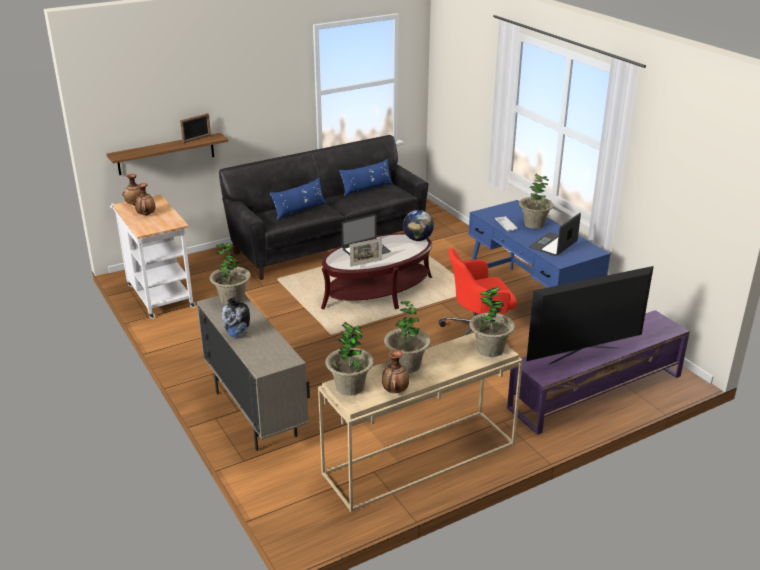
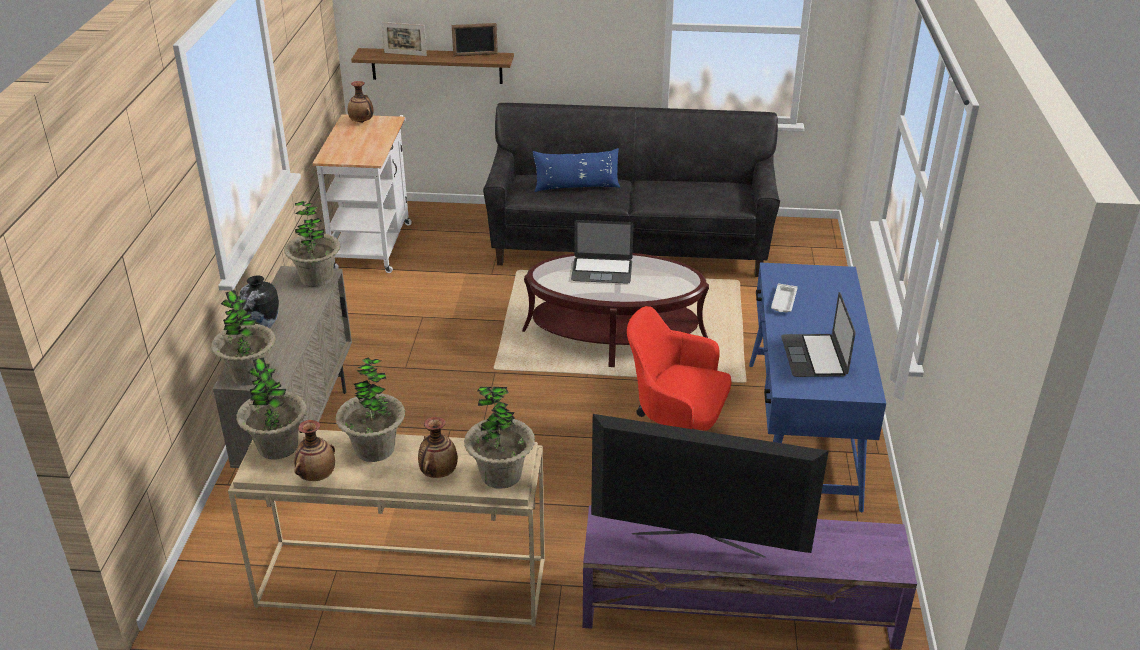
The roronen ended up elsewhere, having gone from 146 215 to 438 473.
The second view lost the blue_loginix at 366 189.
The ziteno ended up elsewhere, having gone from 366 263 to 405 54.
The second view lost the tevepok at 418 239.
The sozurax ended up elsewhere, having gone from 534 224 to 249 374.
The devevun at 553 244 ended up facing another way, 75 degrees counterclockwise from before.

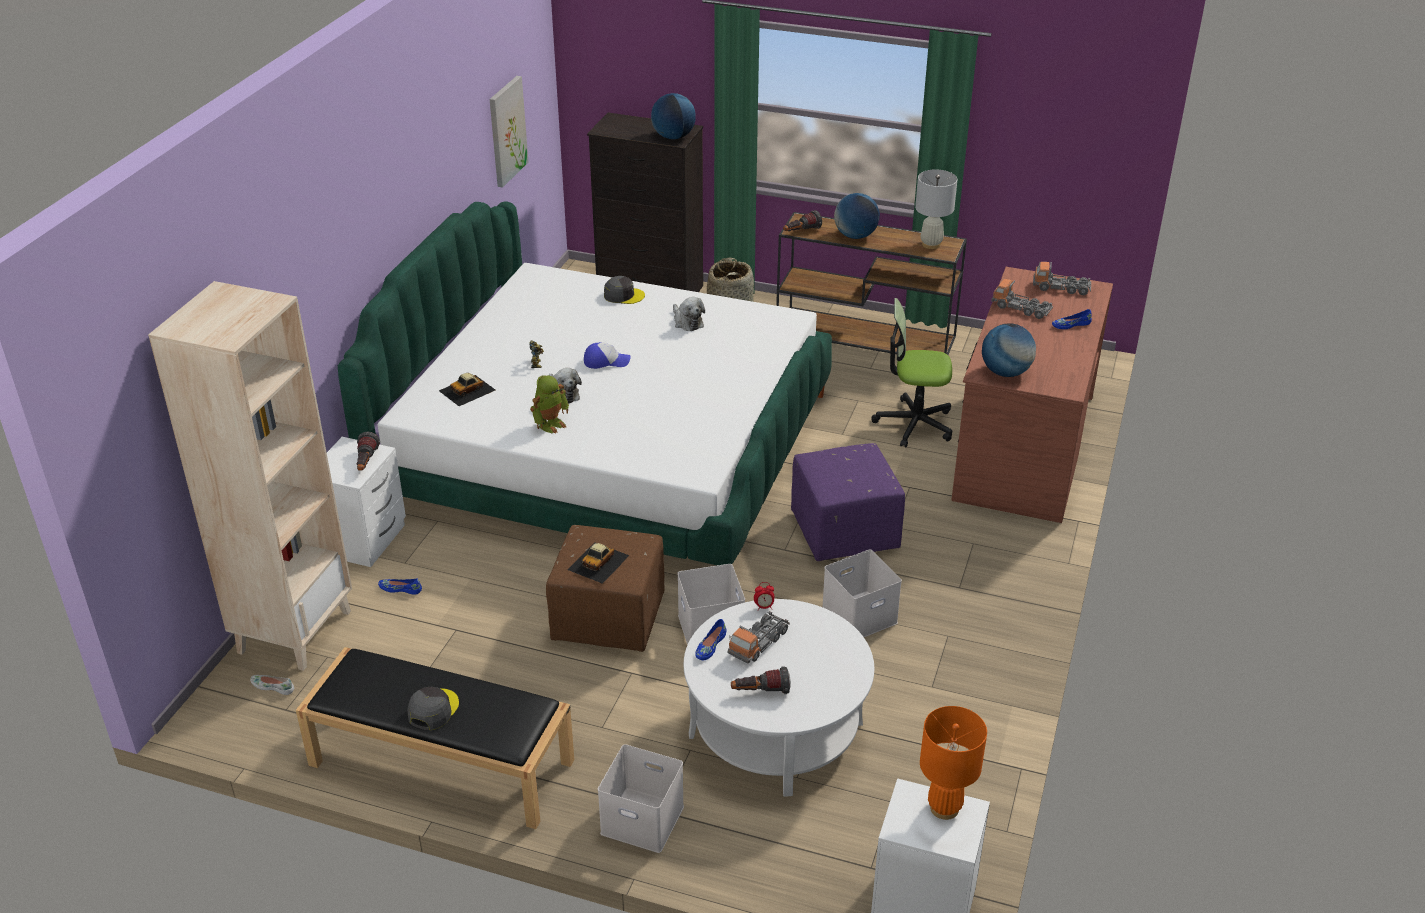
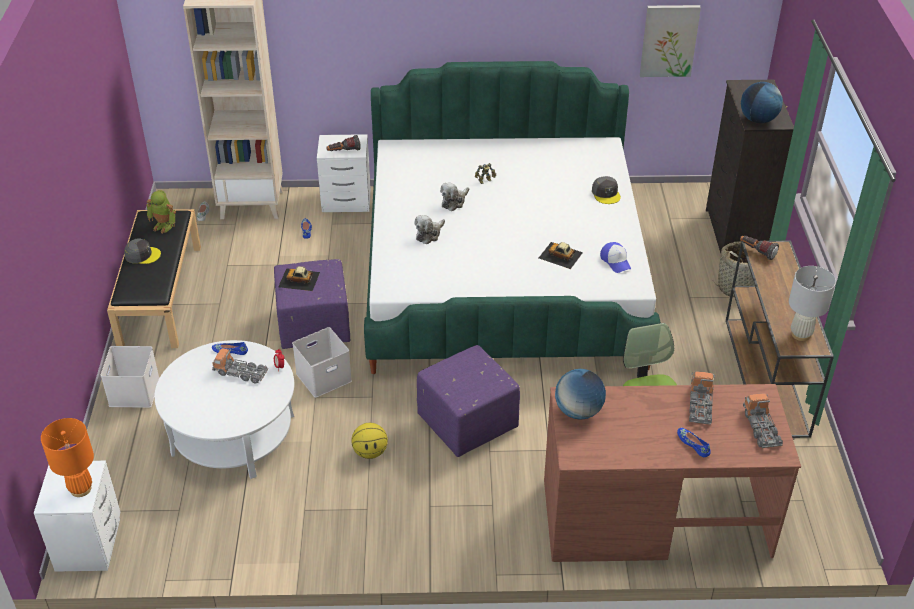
The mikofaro ended up elsewhere, having gone from 467 390 to 560 255.
The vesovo ended up elsewhere, having gone from 550 424 to 164 226.
What was the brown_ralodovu at 610 618 turned into the purple_ralodovu at 314 327.
The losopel ended up elsewhere, having gone from 606 361 to 615 261.
The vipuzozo ended up elsewhere, having gone from 687 322 to 429 234.
The second view lost the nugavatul at 760 692.
Where the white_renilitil stood at 859 615, the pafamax came to stand at 370 452.
The second view lost the tevepok at 855 236.

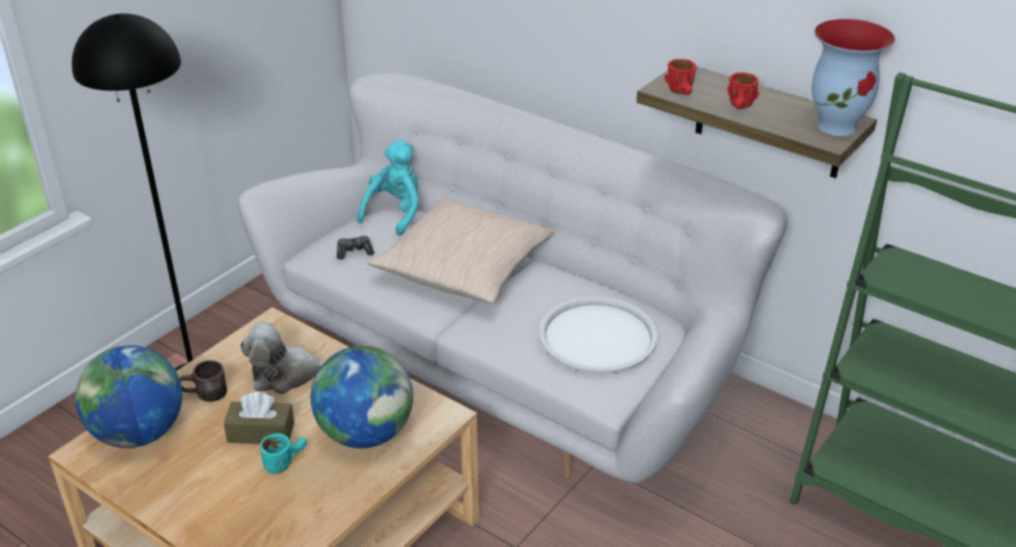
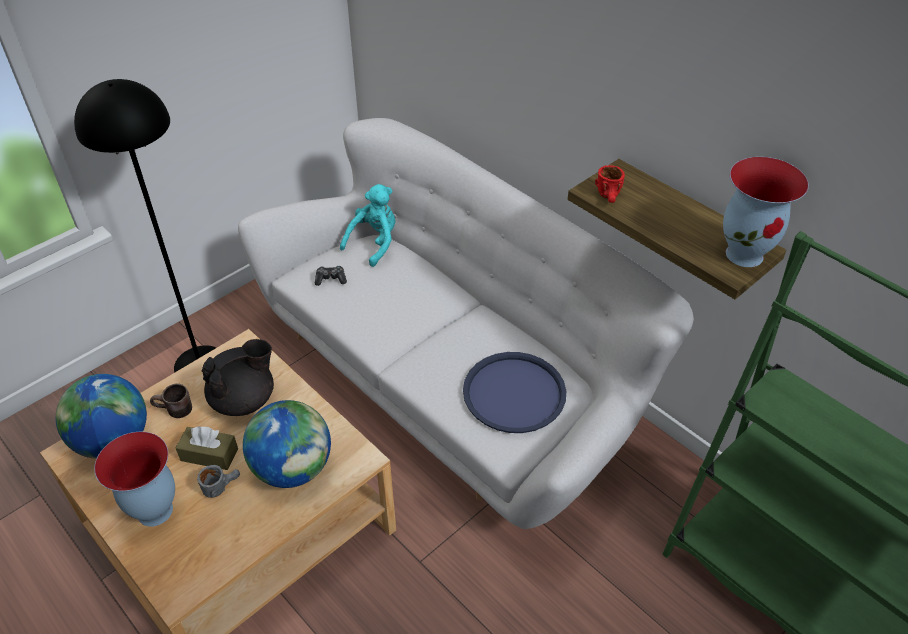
Where the vipuzozo stood at 288 375, the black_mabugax came to stand at 244 400.
What was the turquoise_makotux at 285 461 turned into the grey_makotux at 221 485.
The second view lost the beige_loginix at 464 267.
What was the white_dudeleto at 597 336 turned into the blue_dudeleto at 514 393.
The second view lost the red_makotux at 741 108.
The second view gained the roronen at 153 511.

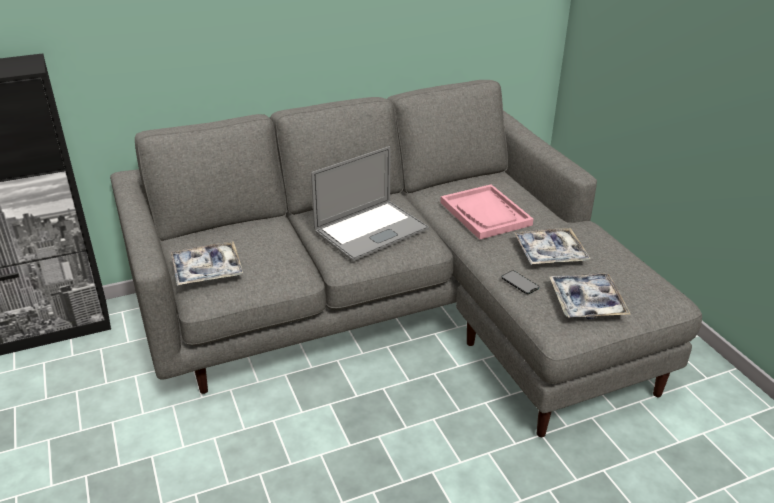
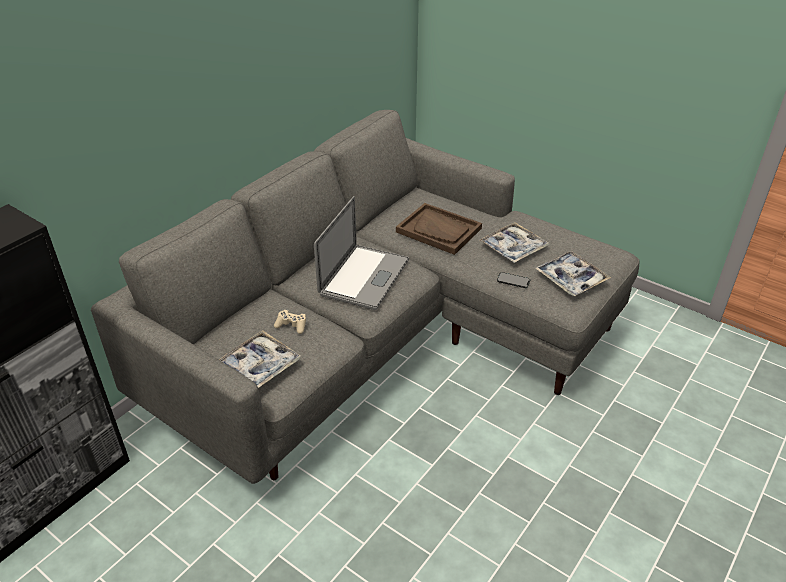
What was the pink_dudeleto at 485 214 turned into the brown_dudeleto at 439 230.
The second view gained the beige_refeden at 291 325.

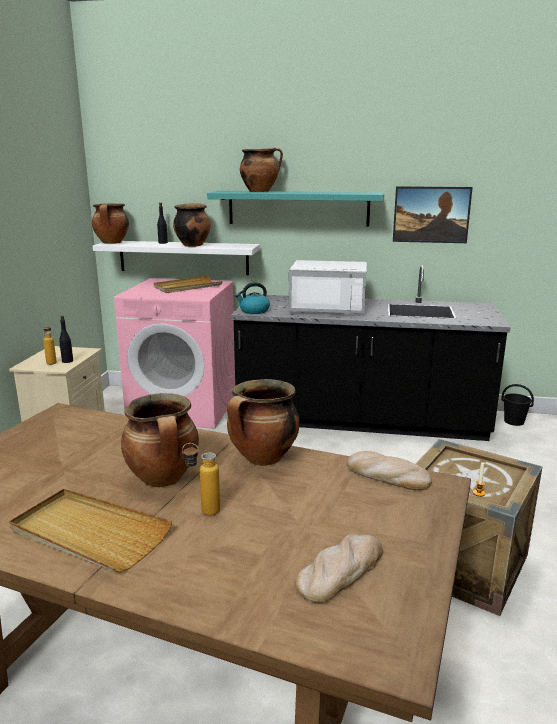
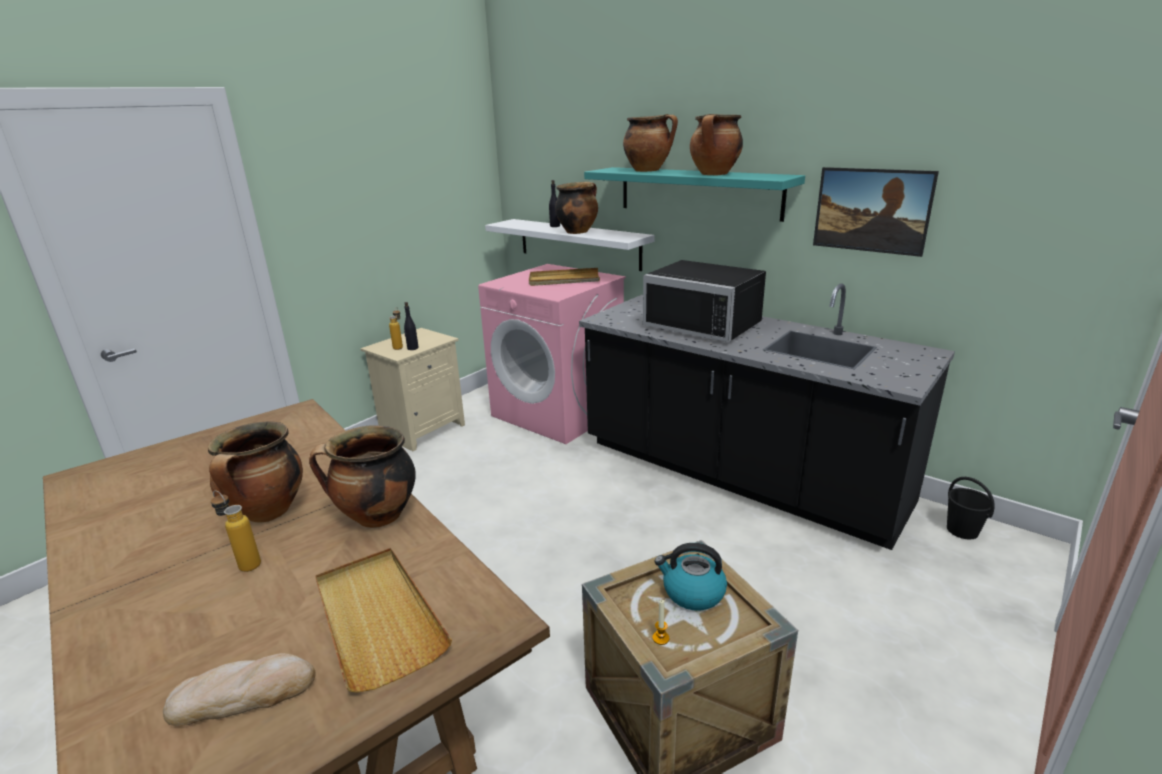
The beige_dudeleto ended up elsewhere, having gone from 89 533 to 377 618.
The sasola ended up elsewhere, having gone from 112 243 to 714 174.
The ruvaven ended up elsewhere, having gone from 254 311 to 692 593.
What was the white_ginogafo at 329 306 turned into the black_ginogafo at 706 324.
The second view lost the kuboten at 387 475.

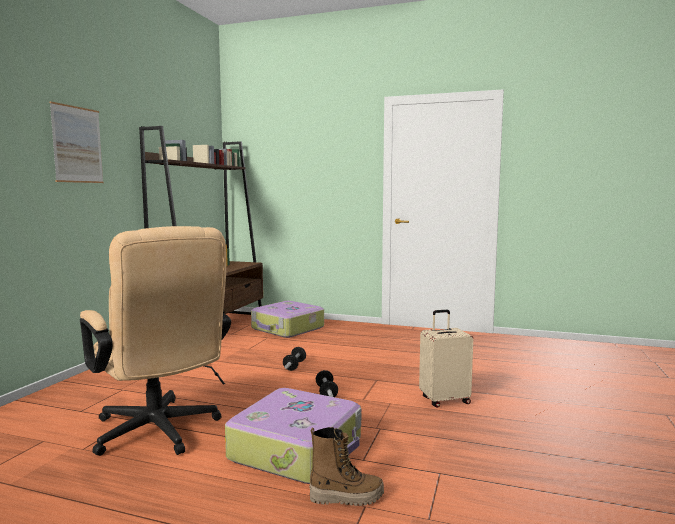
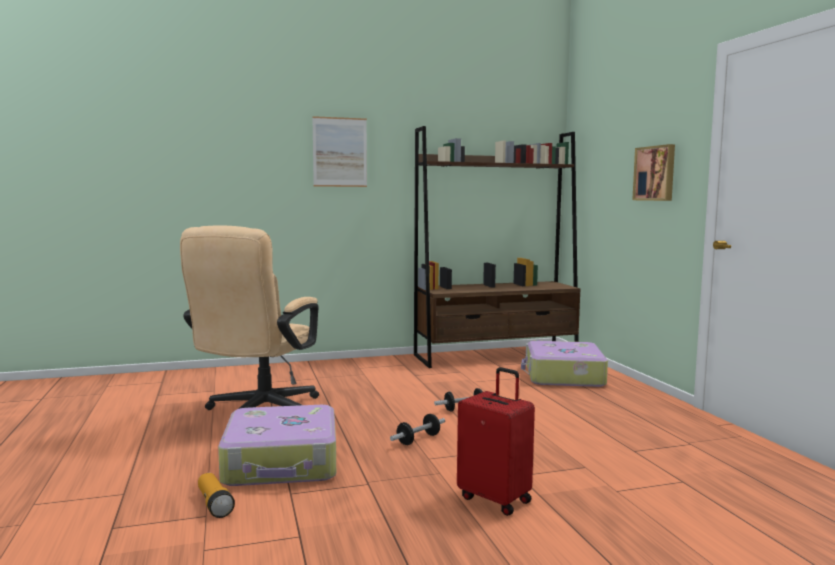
Where the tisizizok stood at 346 497, the nugavatul came to stand at 214 504.
What was the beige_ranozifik at 444 400 turned into the red_ranozifik at 495 499.
The second view gained the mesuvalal at 655 173.

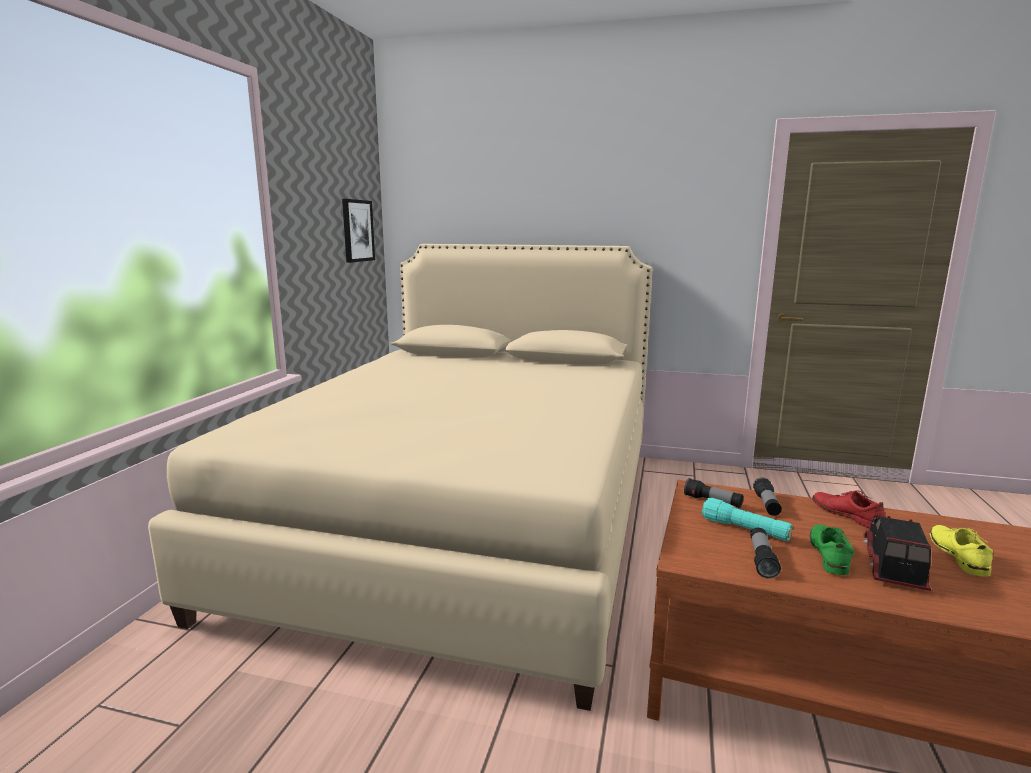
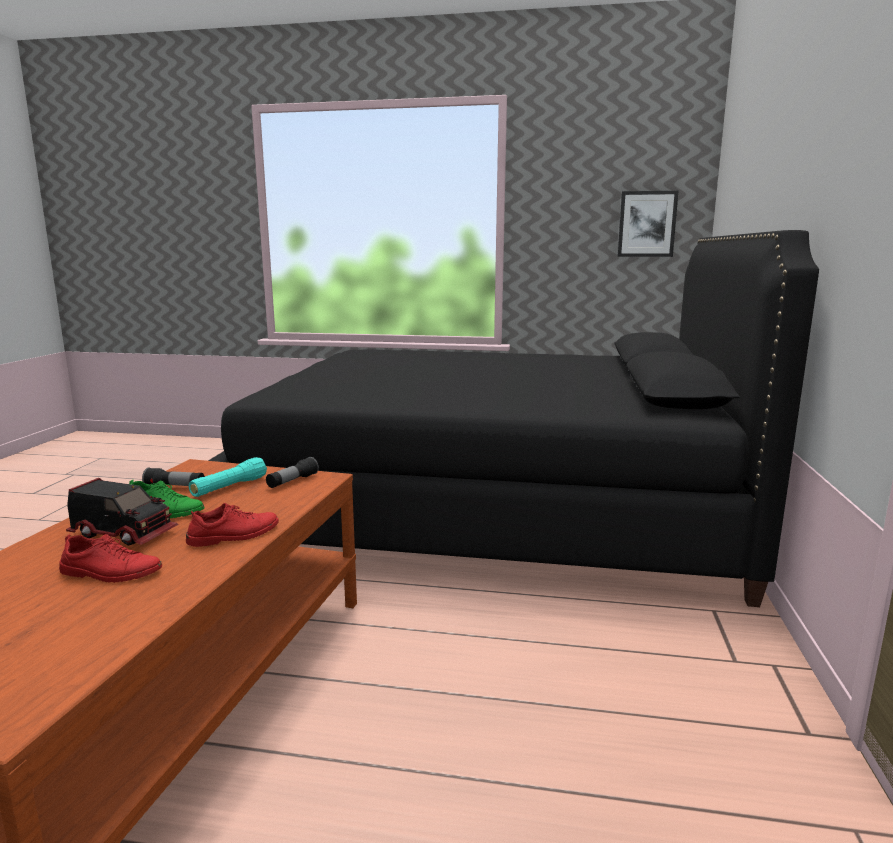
What was the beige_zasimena at 468 520 turned into the black_zasimena at 492 508.
The second view lost the nugavatul at 766 505.
What was the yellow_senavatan at 958 555 turned into the red_senavatan at 111 572.

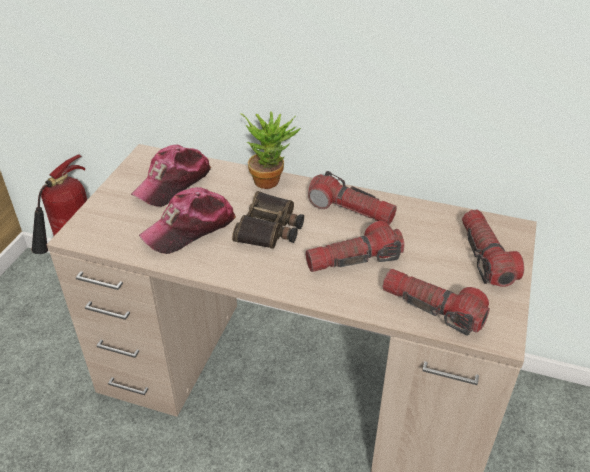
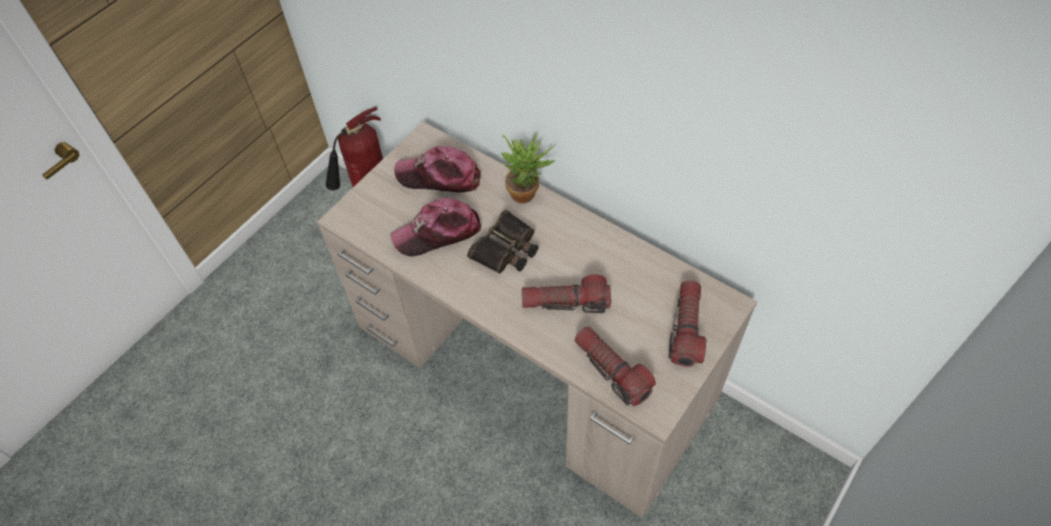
The losopel at 173 183 ended up facing another way, 45 degrees clockwise from before.
The second view lost the nugavatul at 351 210.

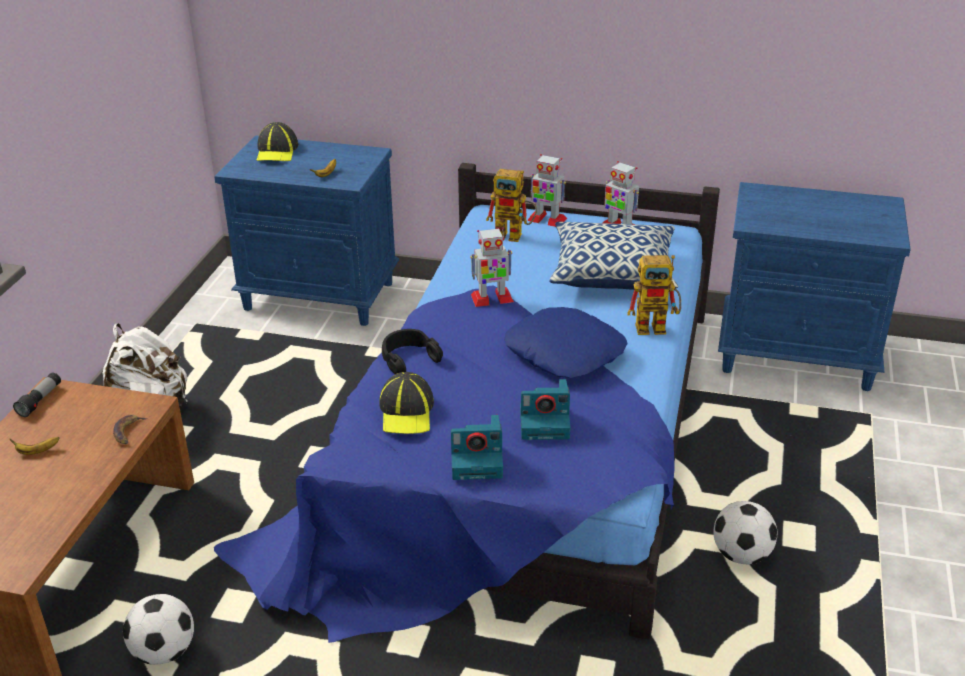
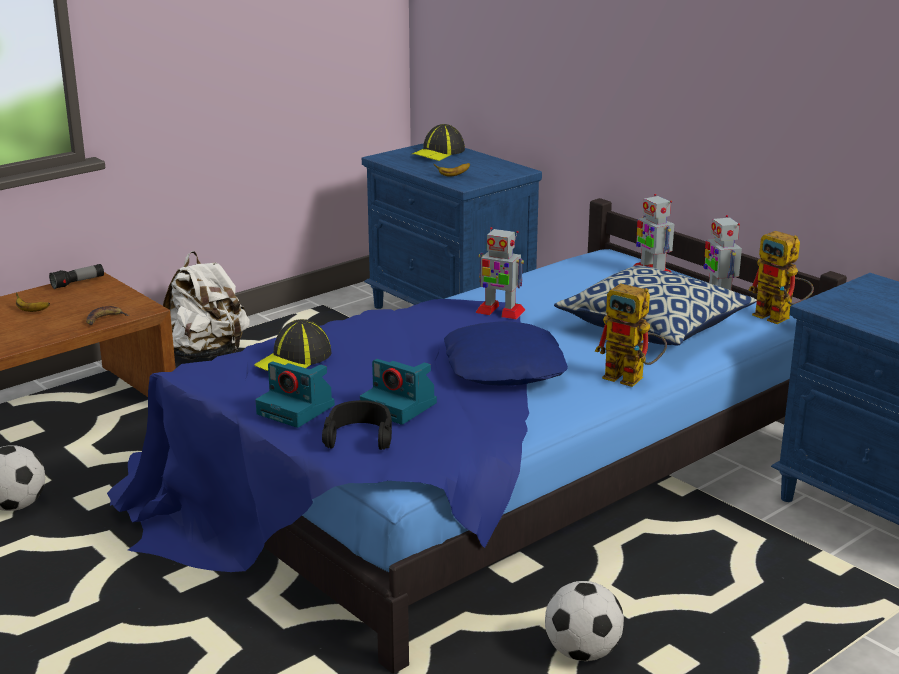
The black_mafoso ended up elsewhere, having gone from 409 358 to 359 436.
The vesovo ended up elsewhere, having gone from 514 235 to 780 318.

